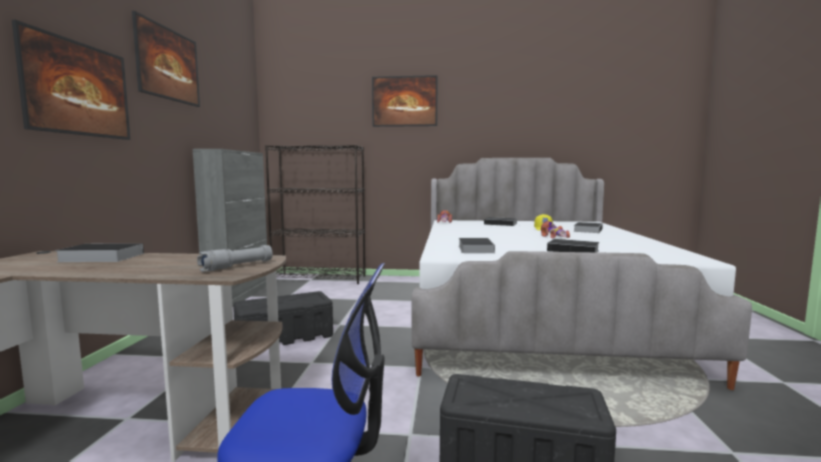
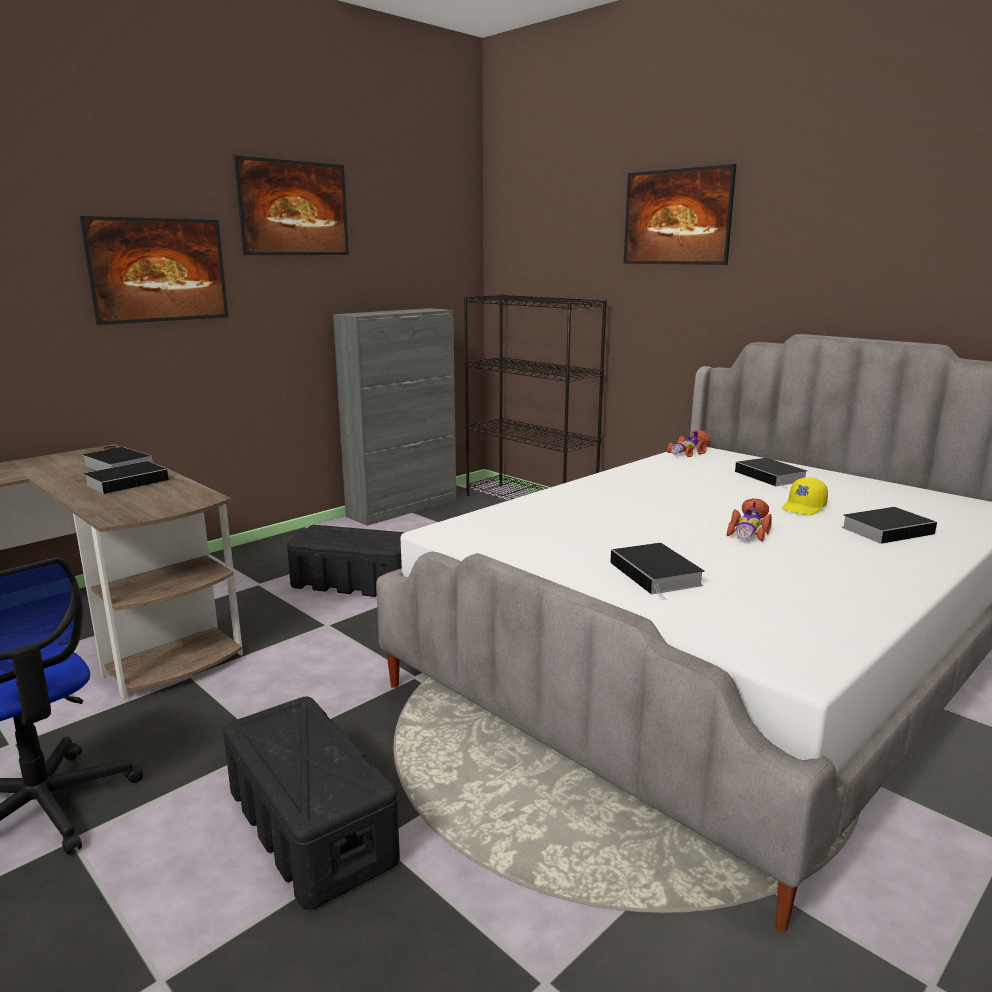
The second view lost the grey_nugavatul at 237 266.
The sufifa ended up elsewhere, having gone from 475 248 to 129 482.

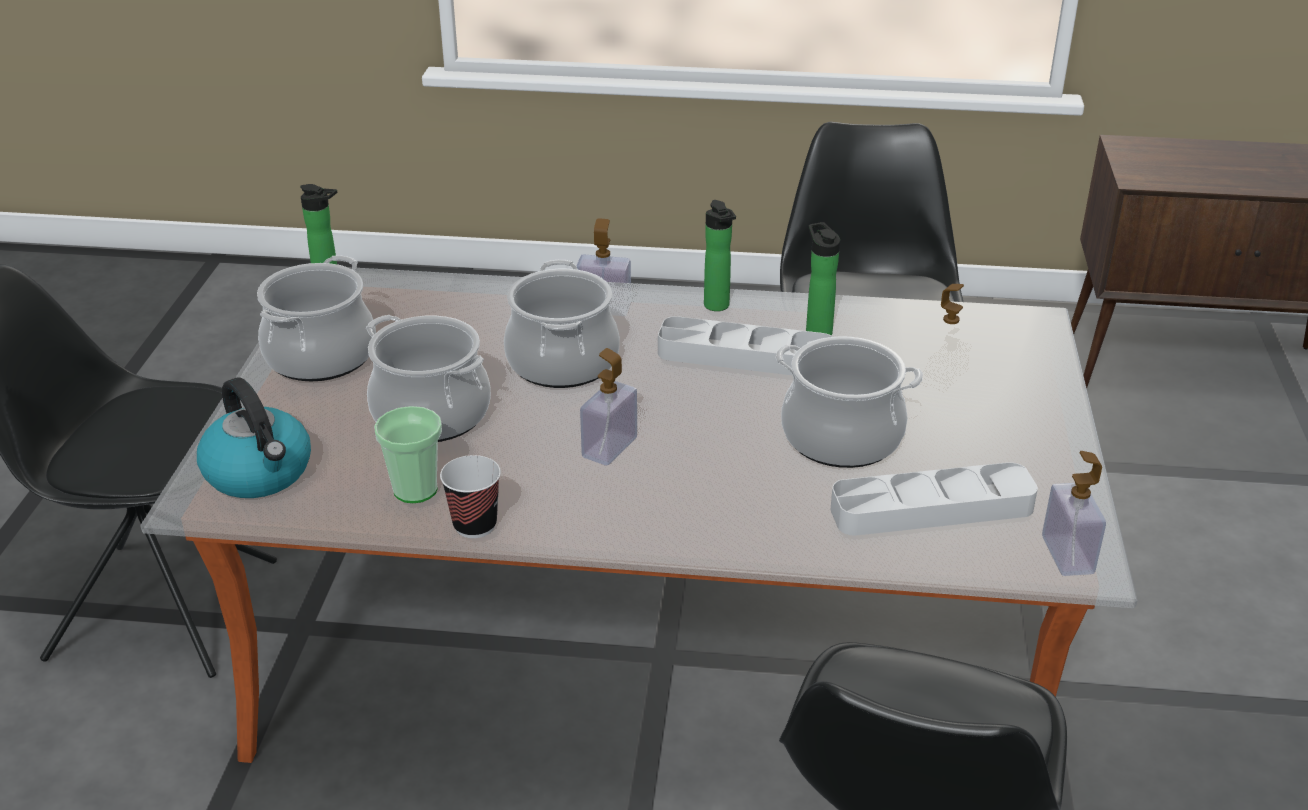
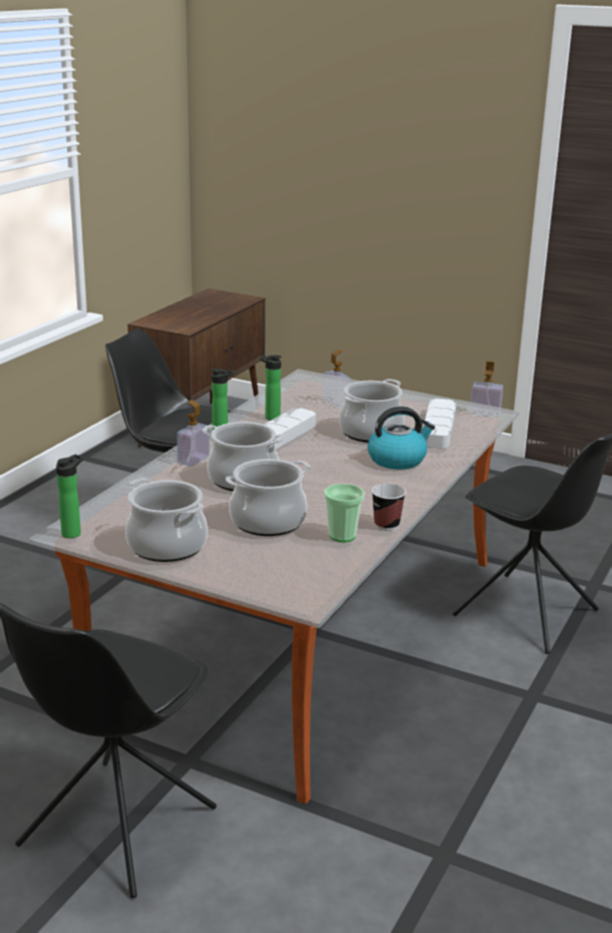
The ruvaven ended up elsewhere, having gone from 260 473 to 397 459.
The second view lost the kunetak at 609 447.

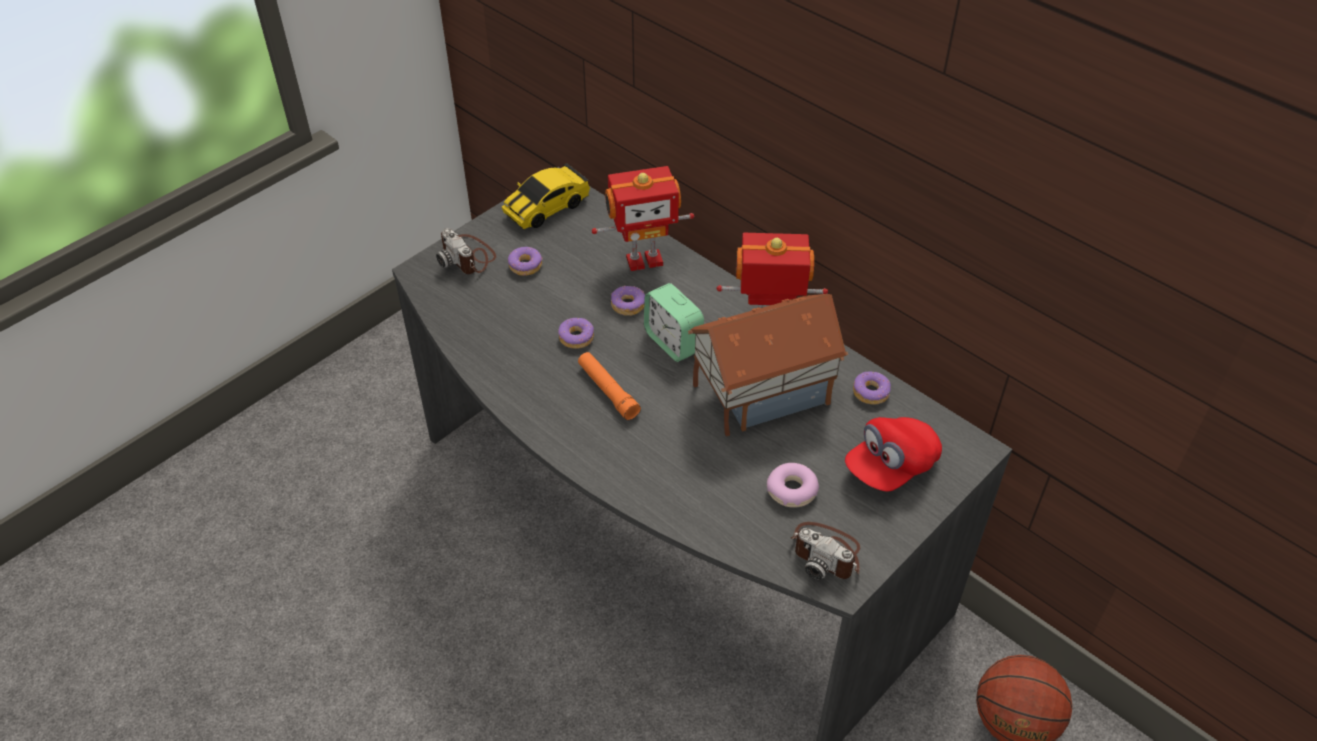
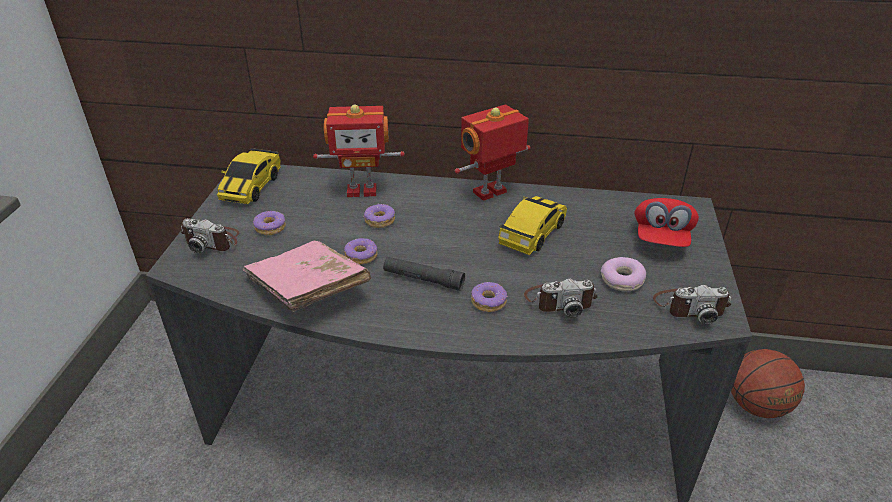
What was the orange_nugavatul at 608 391 turned into the black_nugavatul at 423 279.
The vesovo at 644 259 ended up facing another way, 45 degrees clockwise from before.
The second view lost the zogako at 673 342.
Where the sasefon stood at 760 393, the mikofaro came to stand at 532 233.
The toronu ended up elsewhere, having gone from 871 392 to 488 302.
The second view gained the pink_sufifa at 308 290.
The second view gained the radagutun at 559 300.

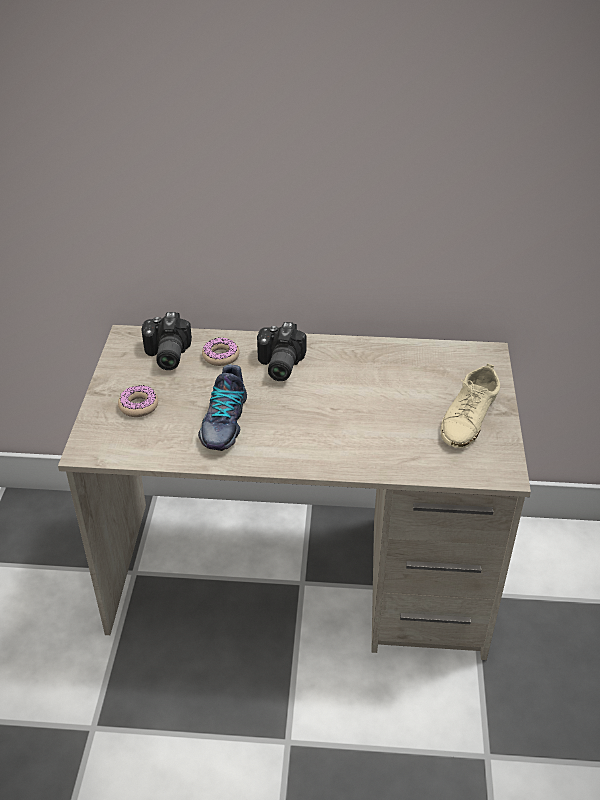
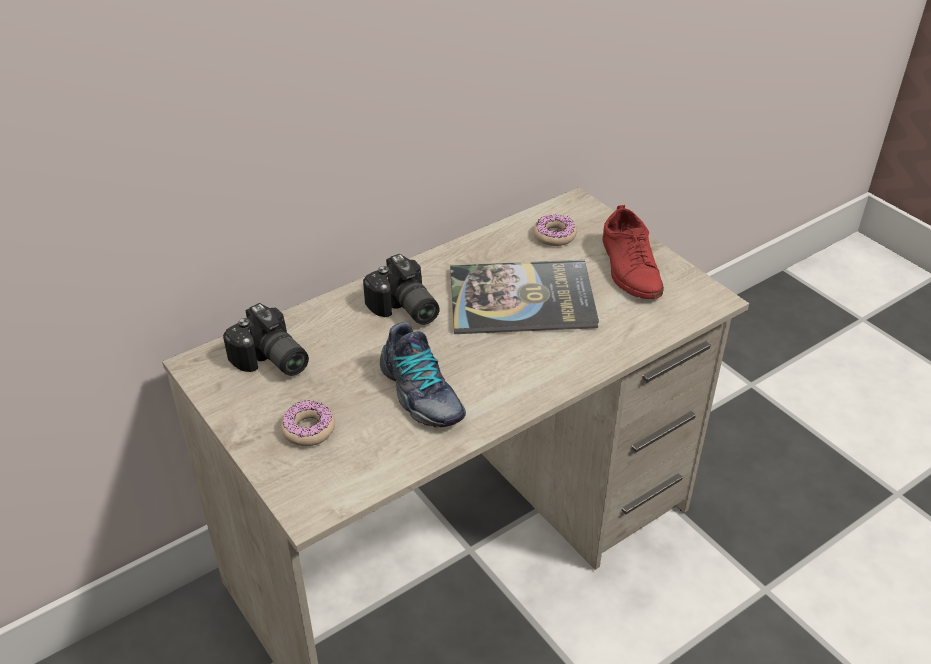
The toronu ended up elsewhere, having gone from 221 356 to 554 235.
What was the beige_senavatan at 468 418 turned into the red_senavatan at 630 268.
The second view gained the sufifa at 521 299.

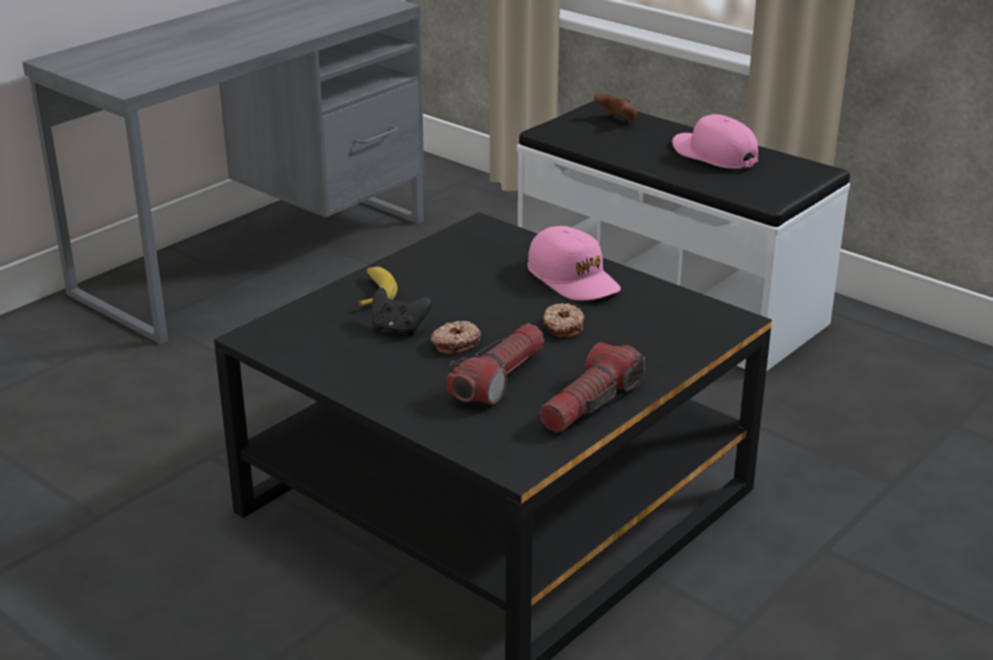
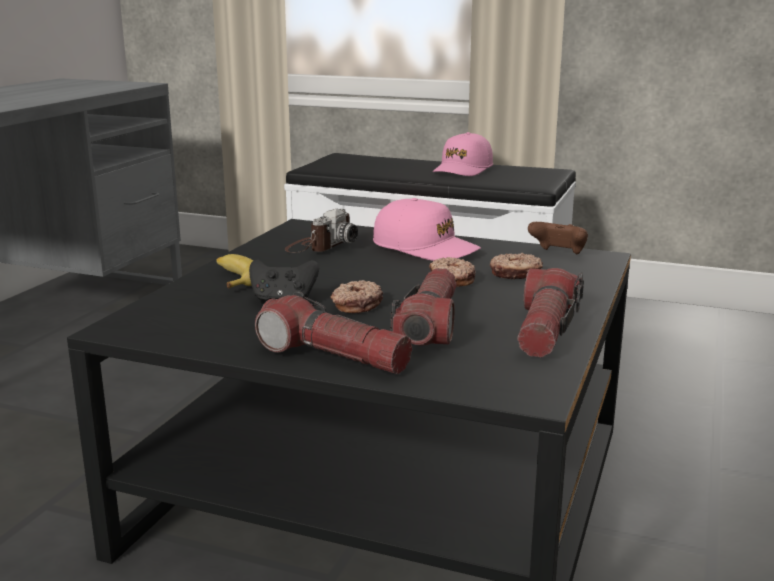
The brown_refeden ended up elsewhere, having gone from 617 120 to 558 254.
The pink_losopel at 714 155 ended up facing another way, 90 degrees counterclockwise from before.
The second view gained the nugavatul at 333 356.
The second view gained the radagutun at 319 246.
The second view gained the toronu at 515 274.

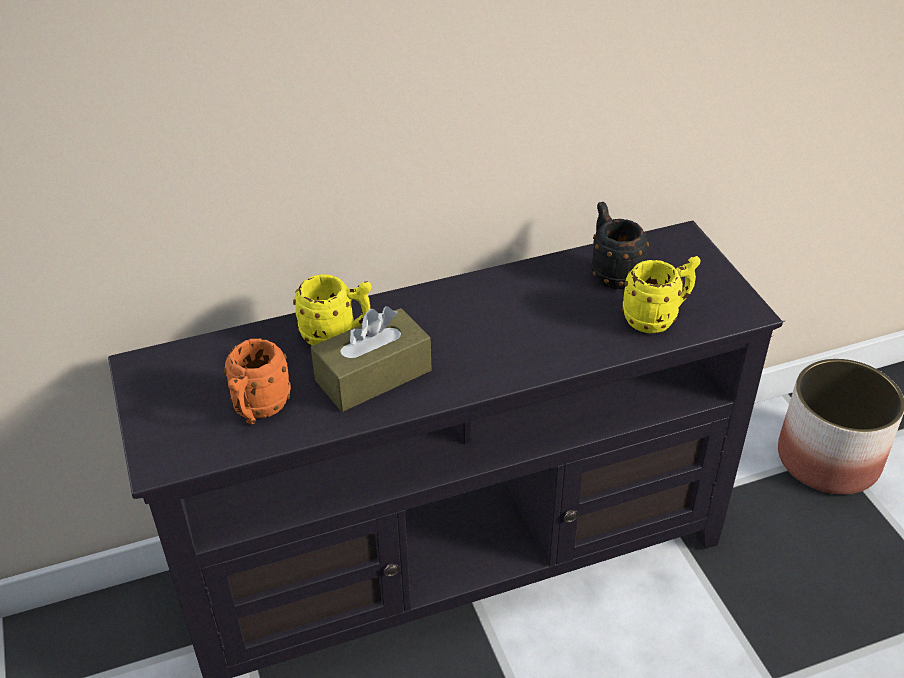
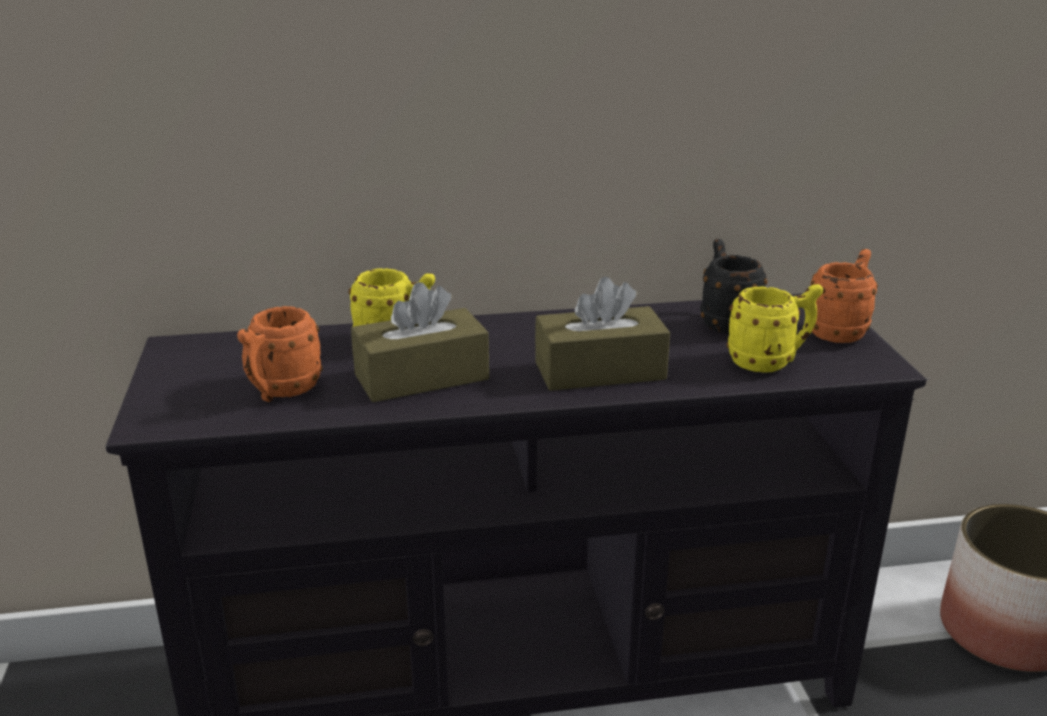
The second view gained the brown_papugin at 600 371.
The second view gained the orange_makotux at 840 331.

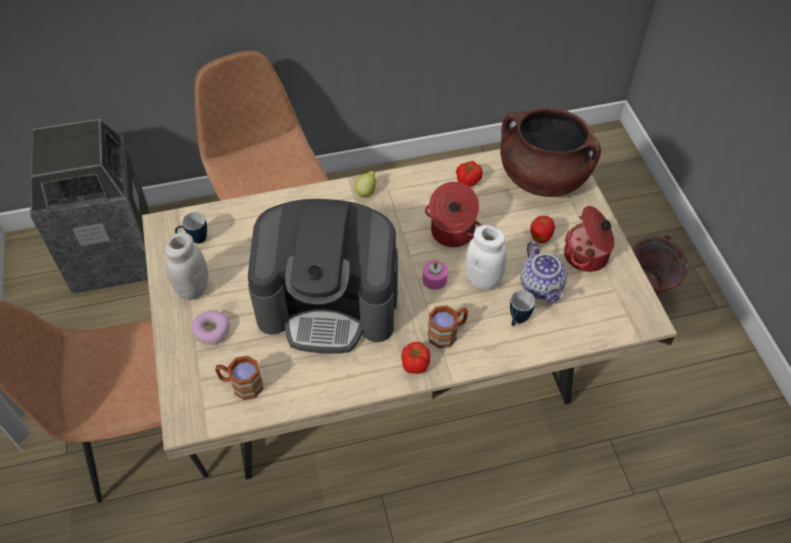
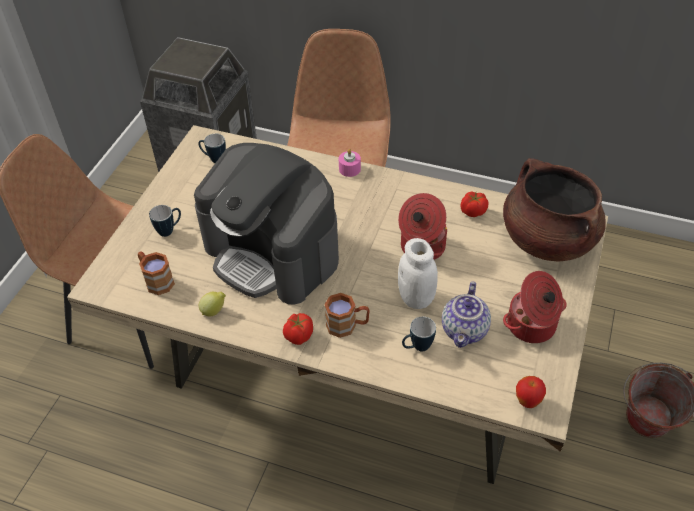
The second view lost the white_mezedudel at 193 288.
Where the toronu stood at 211 330, the makotux came to stand at 169 230.
The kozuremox ended up elsewhere, having gone from 366 191 to 214 311.
The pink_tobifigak ended up elsewhere, having gone from 434 279 to 349 169.
The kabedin ended up elsewhere, having gone from 540 239 to 527 402.

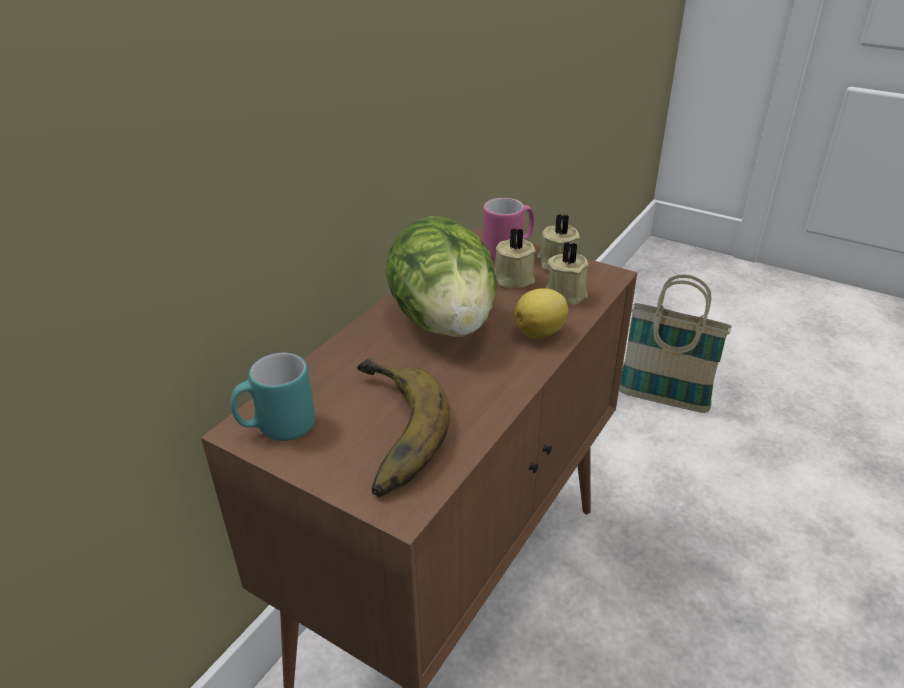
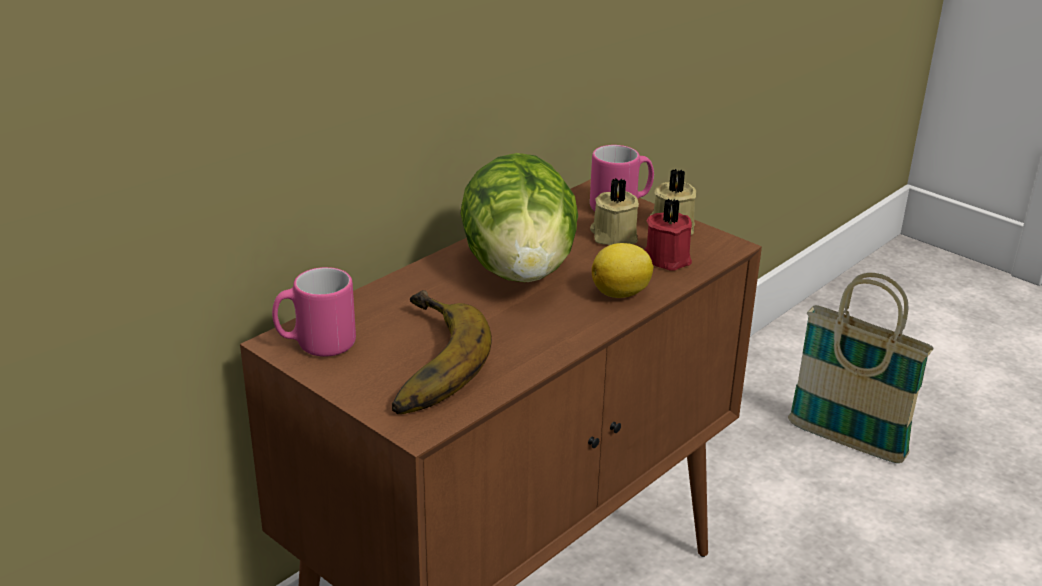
What was the turquoise_makotux at 277 428 turned into the pink_makotux at 316 345.
What was the beige_tobifigak at 566 293 turned into the red_tobifigak at 668 258.

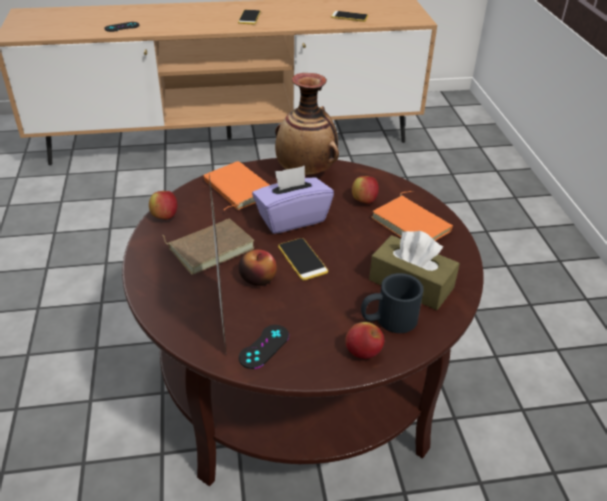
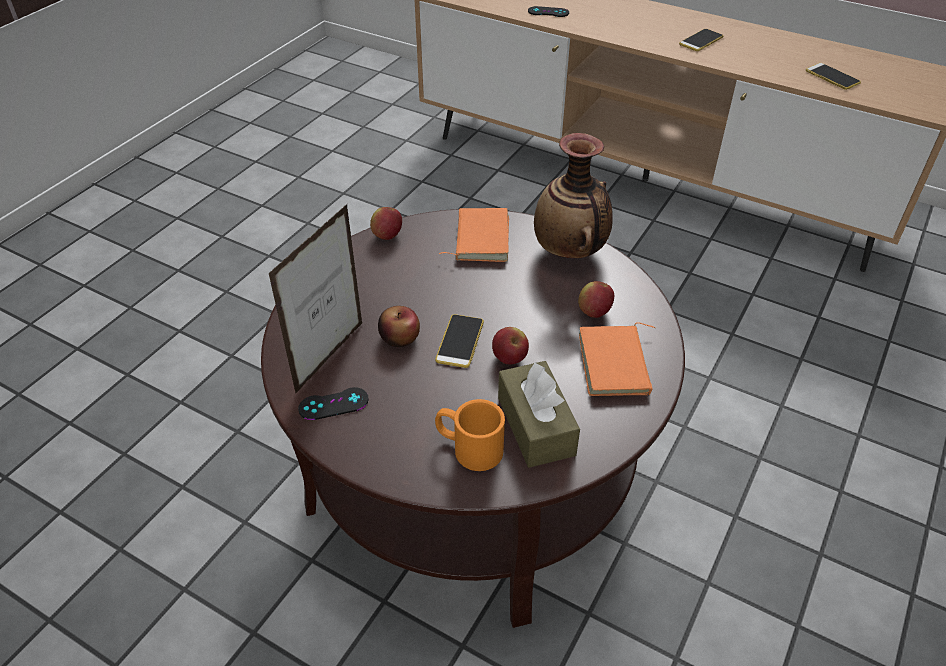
The second view lost the brown_sufifa at 210 247.
The second view lost the purple_papugin at 291 218.
The kabedin ended up elsewhere, having gone from 363 352 to 509 359.
What was the black_makotux at 388 320 turned into the orange_makotux at 468 447.

